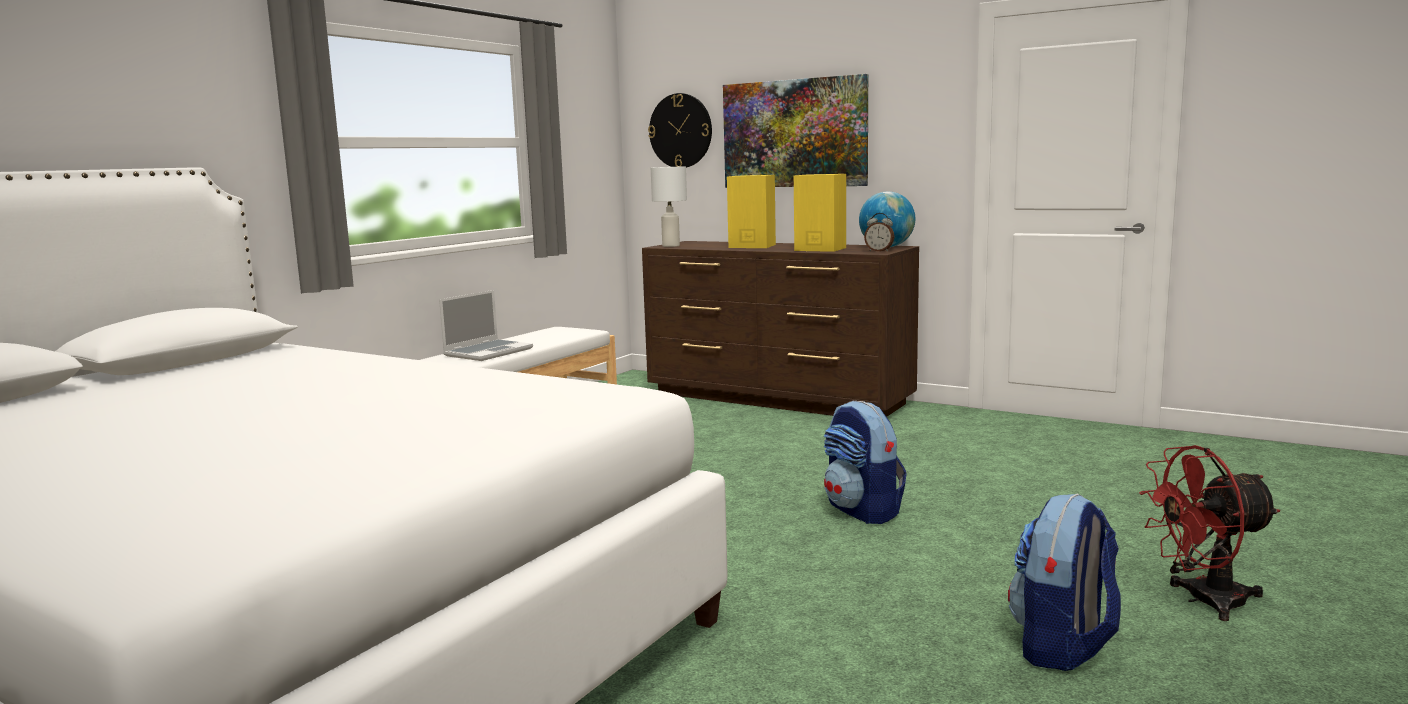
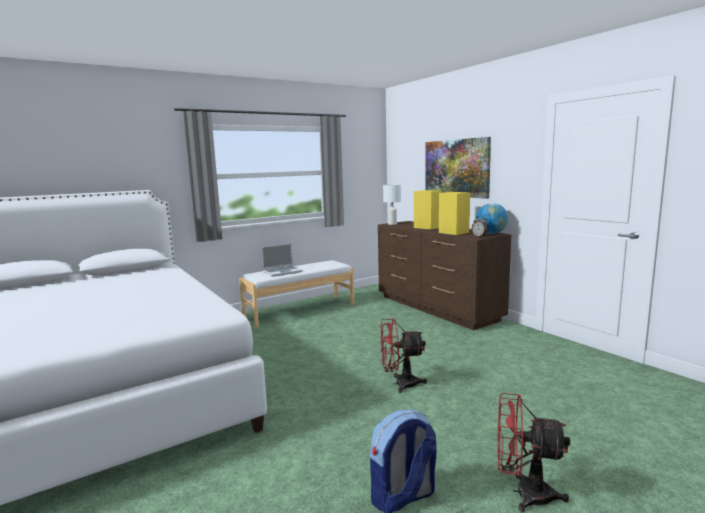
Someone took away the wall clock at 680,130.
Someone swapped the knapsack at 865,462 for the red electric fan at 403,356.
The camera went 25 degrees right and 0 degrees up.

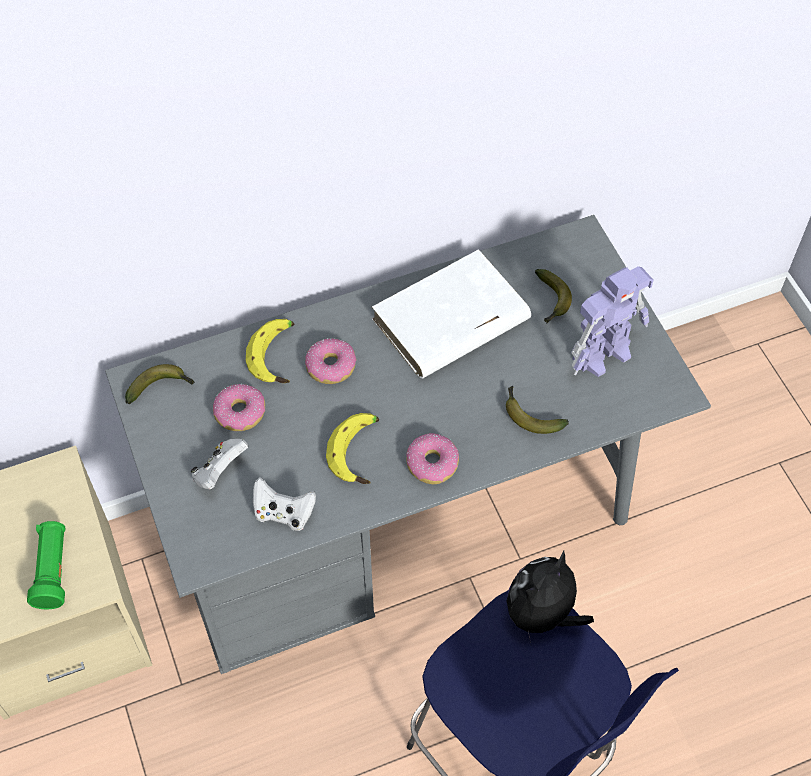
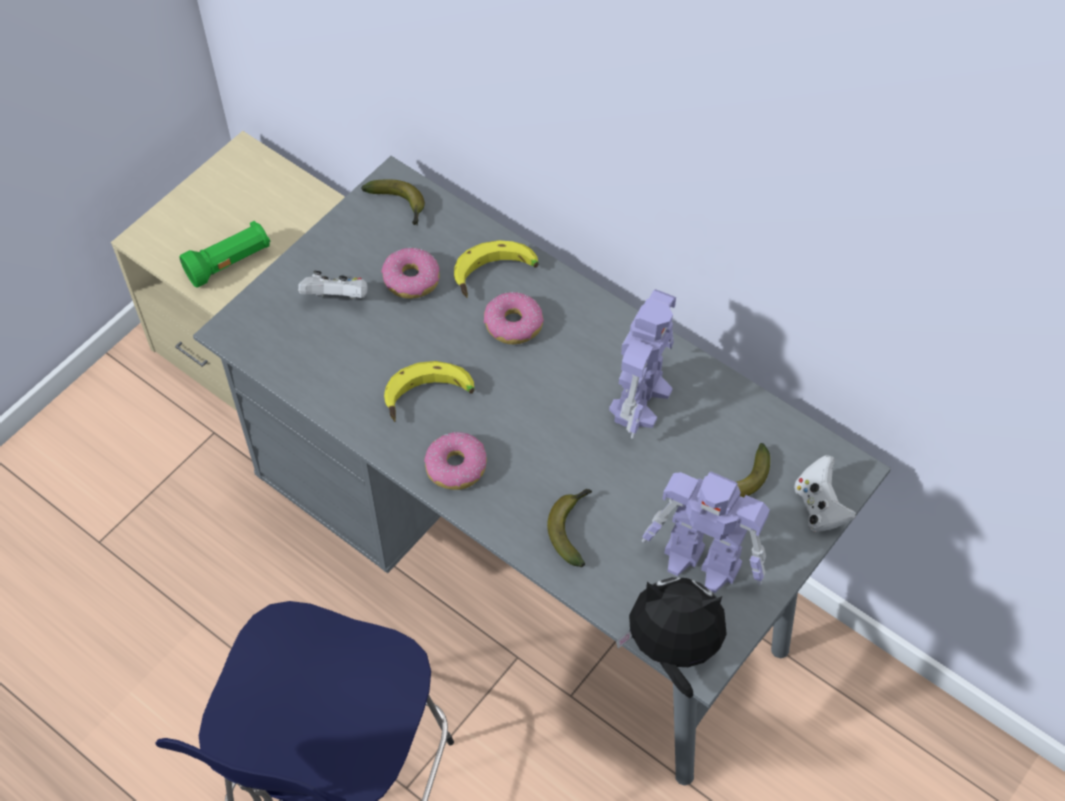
Someone carried the white-coloured joypad from 284,504 to 825,493.
Someone carried the plush toy from 550,596 to 671,637.
Someone swapped the white-coloured bound book at 451,314 for the model robot at 642,364.
The camera went 60 degrees right and 0 degrees up.

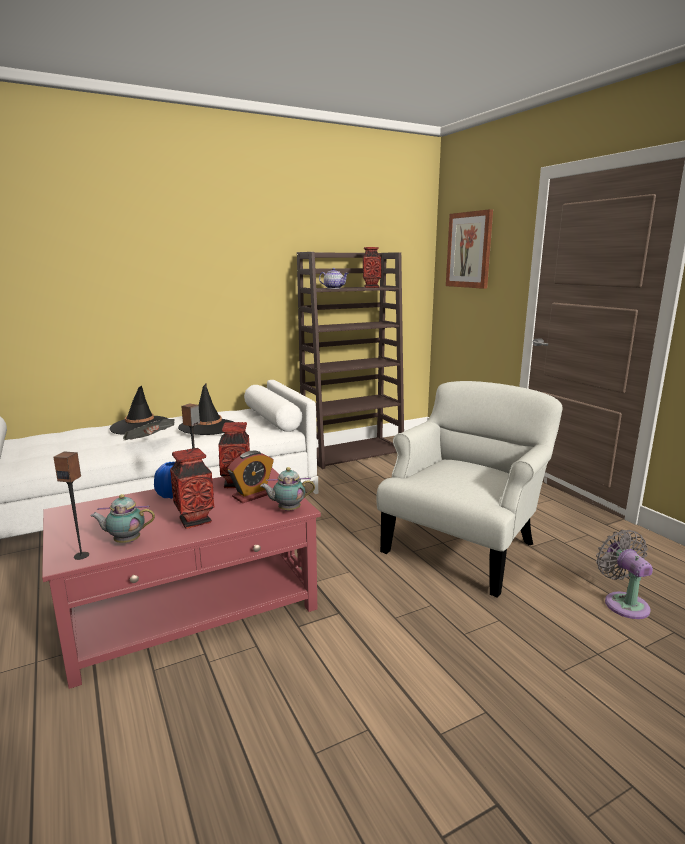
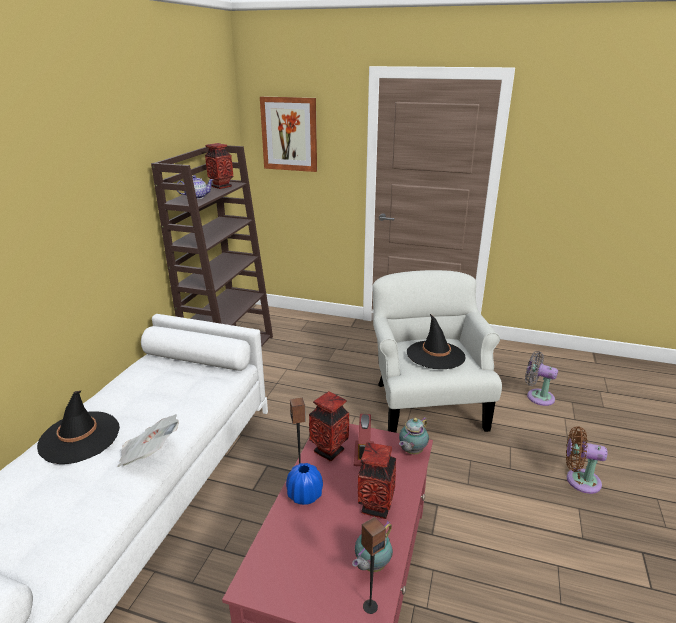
Someone put down the brownish electric fan at 587,460.
Someone carried the blackish wearable hat from 205,409 to 436,341.
The camera went 45 degrees left and 10 degrees up.

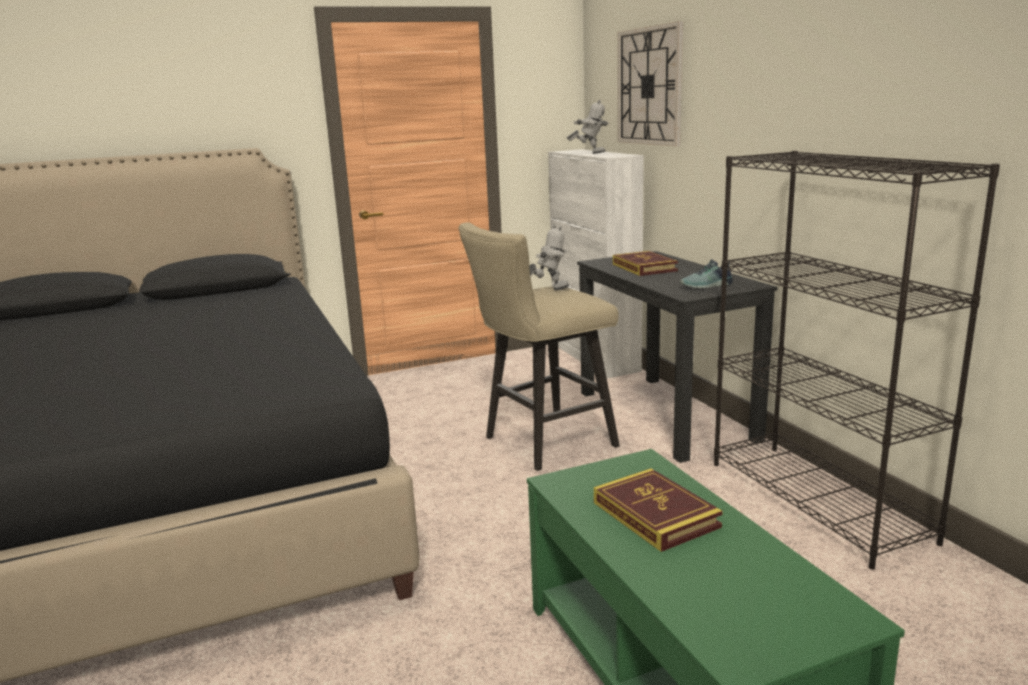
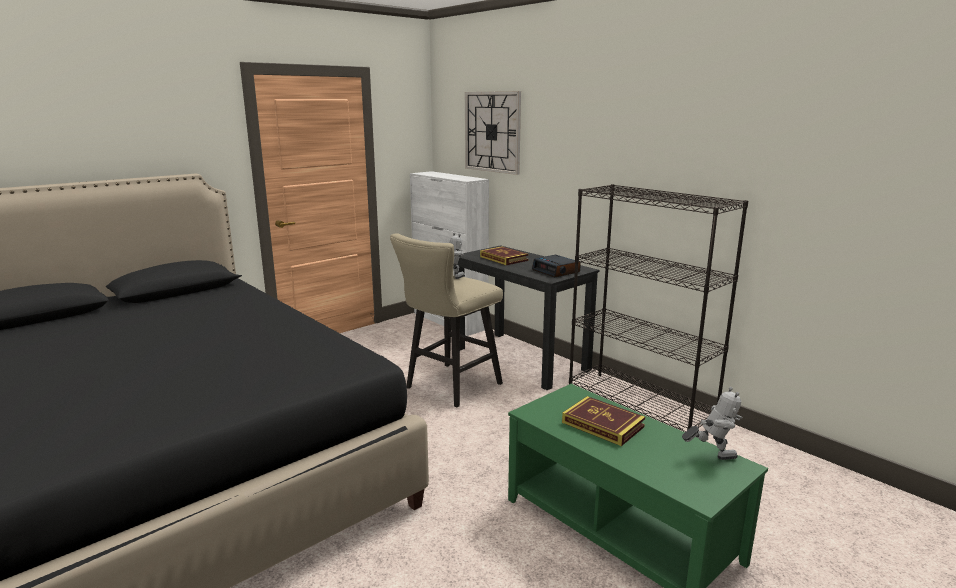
Someone carried the model robot from 588,127 to 712,423.
Someone swapped the shoe at 706,274 for the alarm clock at 556,266.
The camera went 20 degrees left and 0 degrees up.

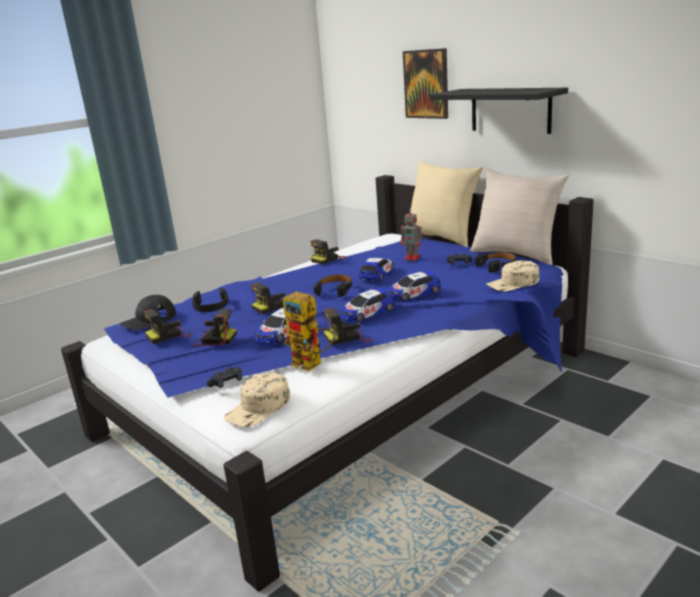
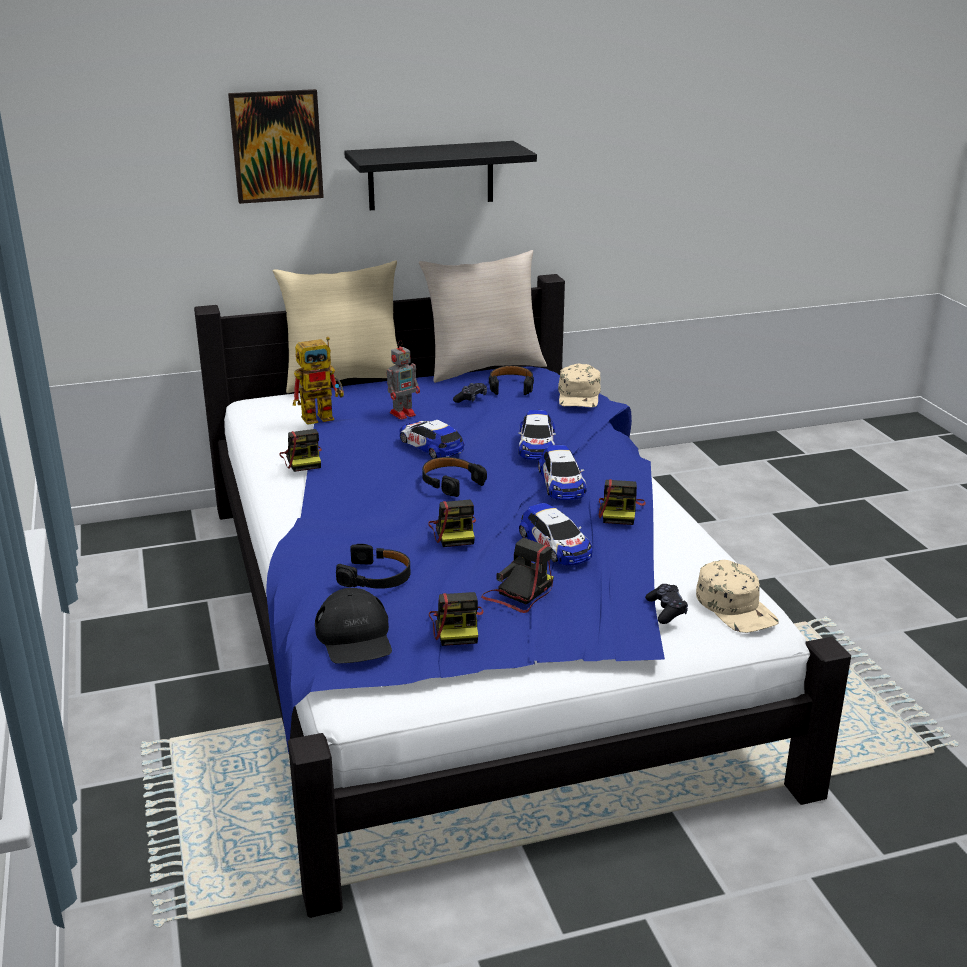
Someone carried the model robot from 309,331 to 318,381.
The camera went 65 degrees left and 5 degrees up.

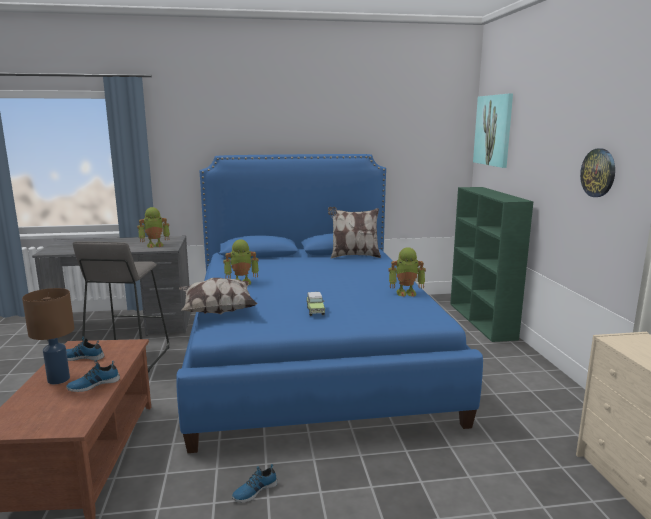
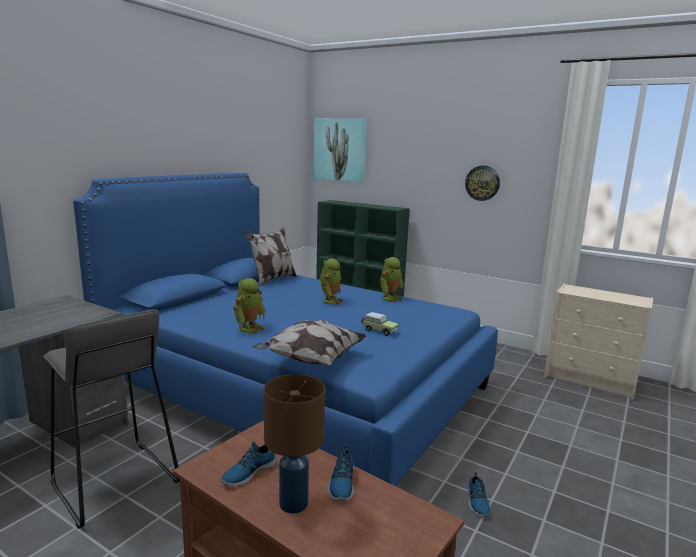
Someone carried the model robot from 153,227 to 331,281.
The camera went 50 degrees left and 0 degrees up.

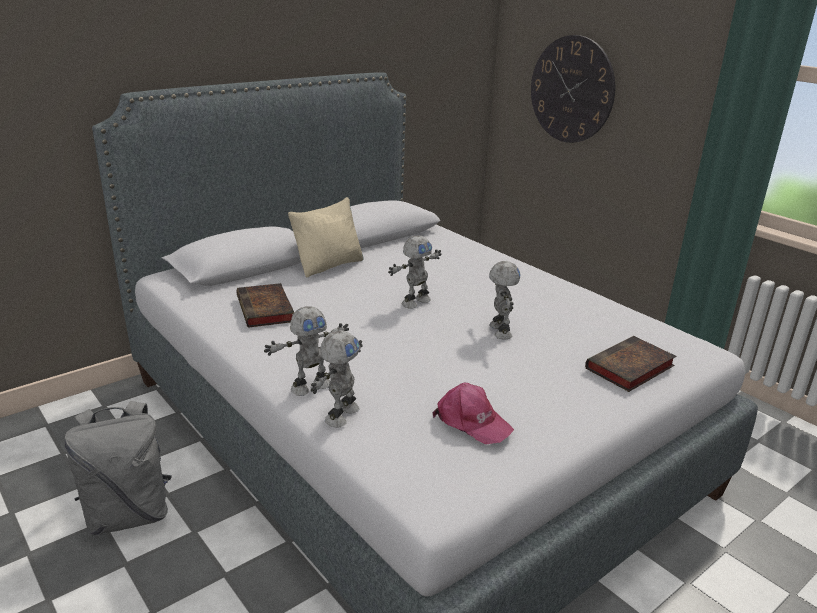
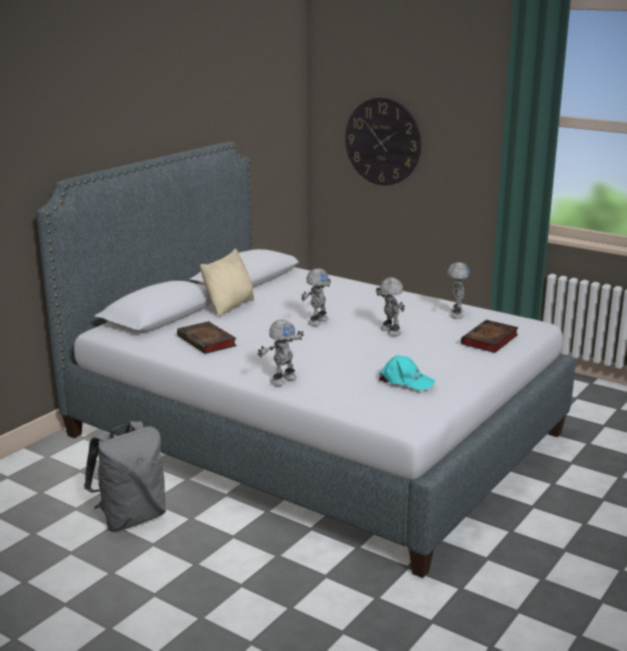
Someone carried the model robot from 337,379 to 459,290.
Someone repainted the pink cap at 473,413, which became the turquoise-coloured cap at 407,373.
The camera went 15 degrees left and 5 degrees down.

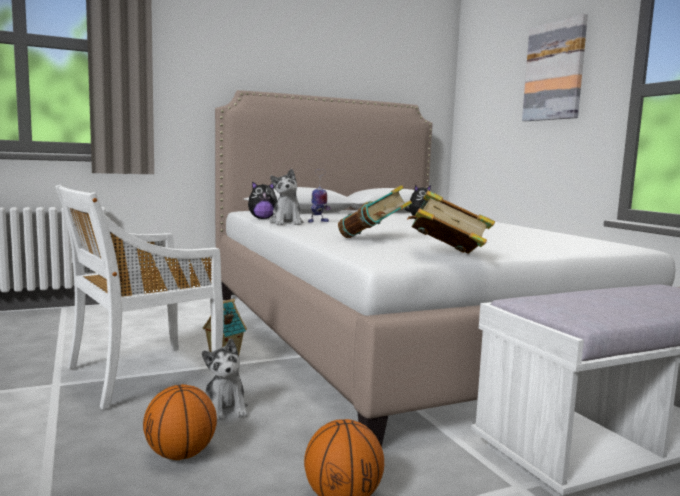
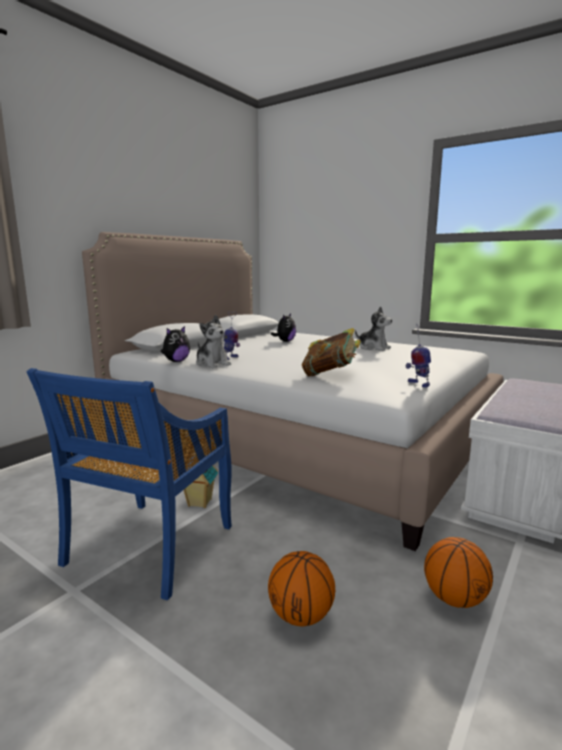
Someone took away the wall art at 555,67.
Someone carried the plush toy from 225,379 to 373,329.
Someone swapped the bound book at 451,222 for the model robot at 418,356.
Someone repainted the white-coloured chair at 139,297, which became the blue-coloured chair at 129,484.
The camera went 30 degrees left and 5 degrees up.

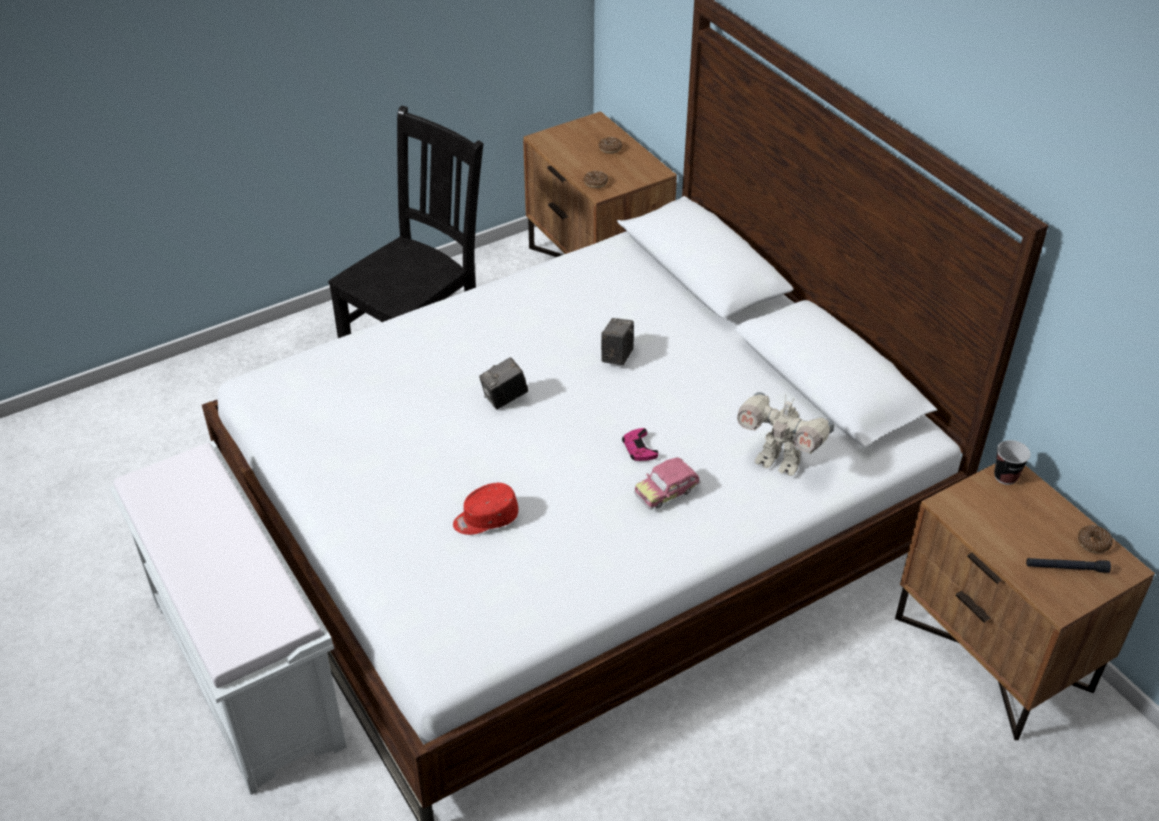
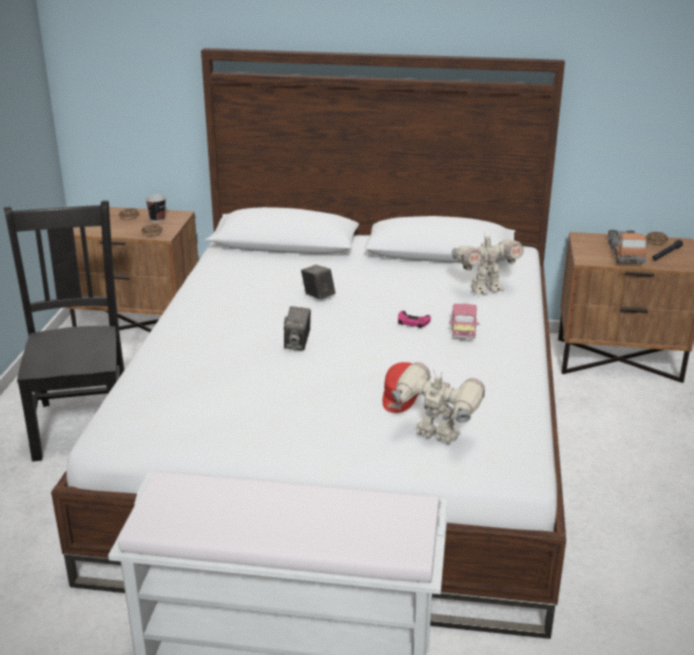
Someone put down the model robot at 438,403.
Someone put down the toy truck at 628,246.
Someone carried the drinking cup from 1012,462 to 155,208.
The camera went 50 degrees left and 15 degrees down.

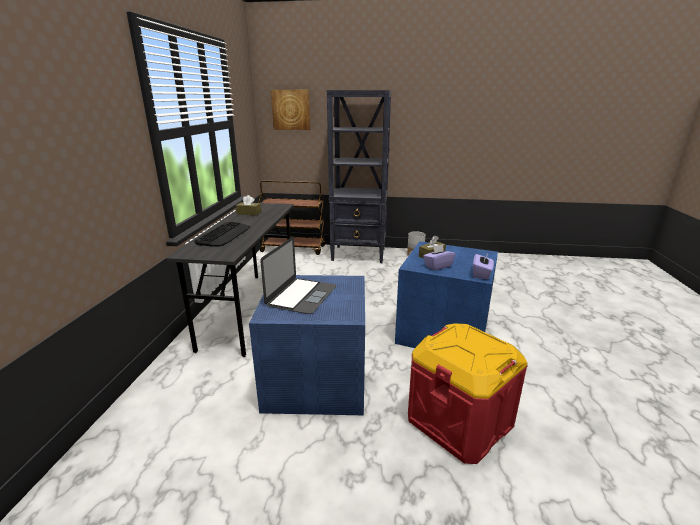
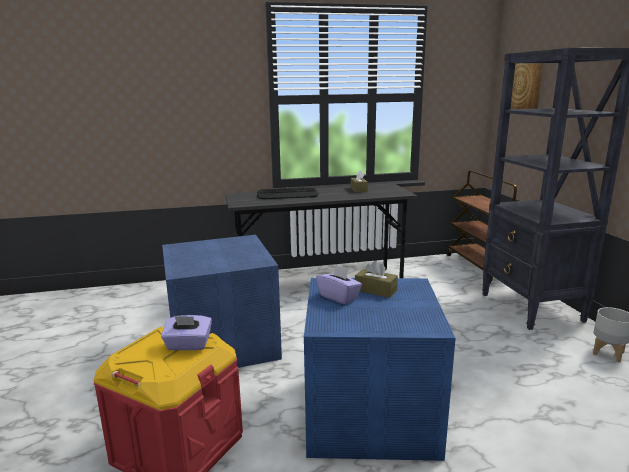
Someone took away the portable computer at 298,275.
Someone carried the purple-coloured tissue holder from 483,266 to 186,332.
The camera went 70 degrees right and 5 degrees down.

